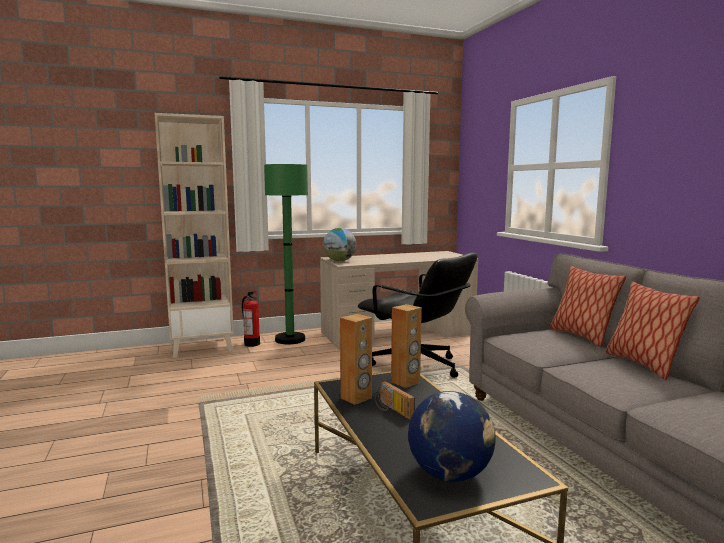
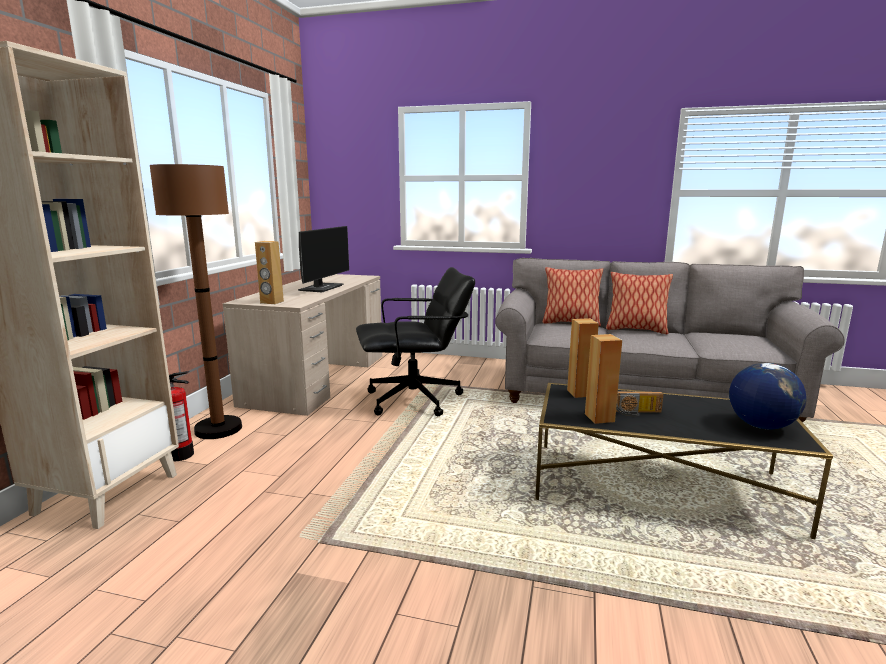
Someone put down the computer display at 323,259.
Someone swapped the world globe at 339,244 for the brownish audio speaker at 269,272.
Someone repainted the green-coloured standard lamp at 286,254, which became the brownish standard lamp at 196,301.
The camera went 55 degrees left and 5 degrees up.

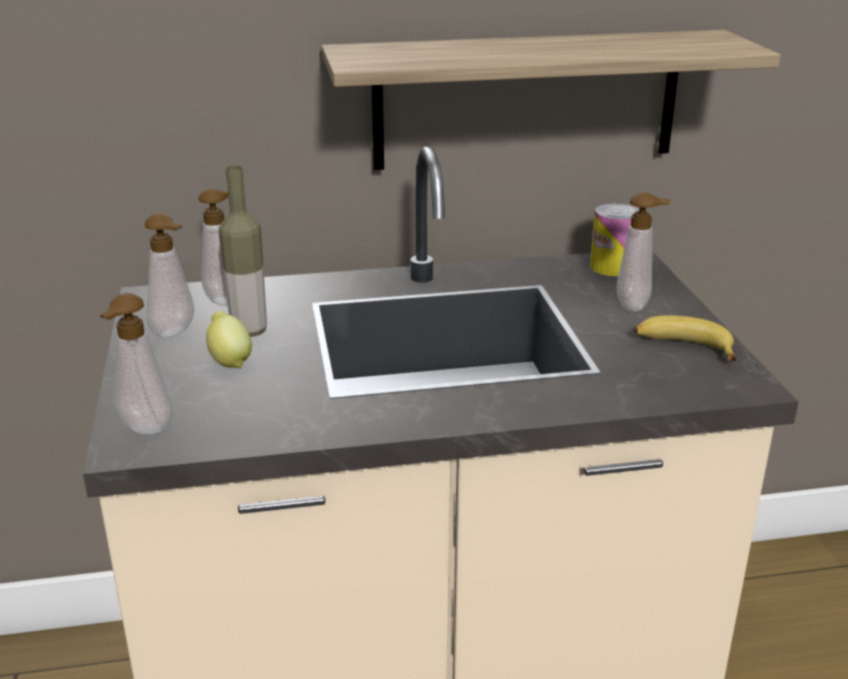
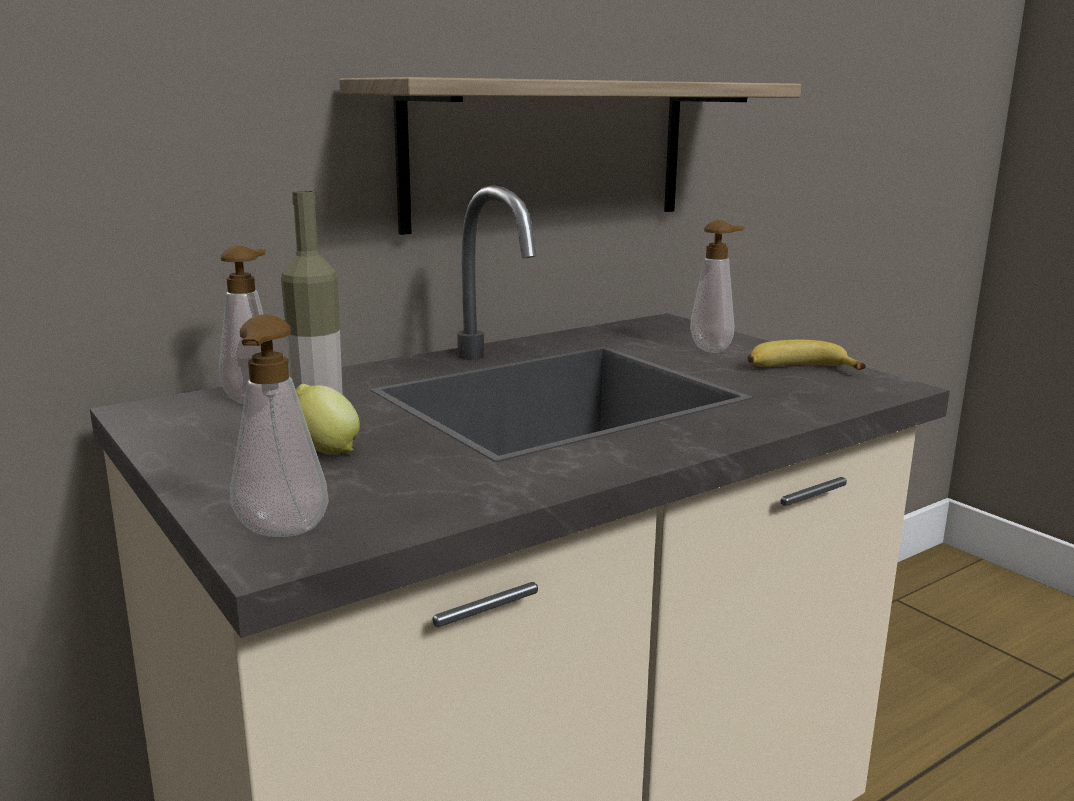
Someone took away the liquid soap bottle at 169,275.
Someone took away the can at 614,239.
The camera went 25 degrees left and 10 degrees down.

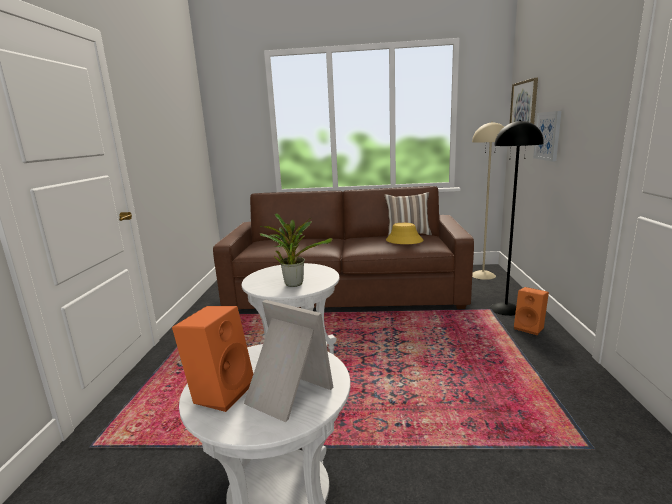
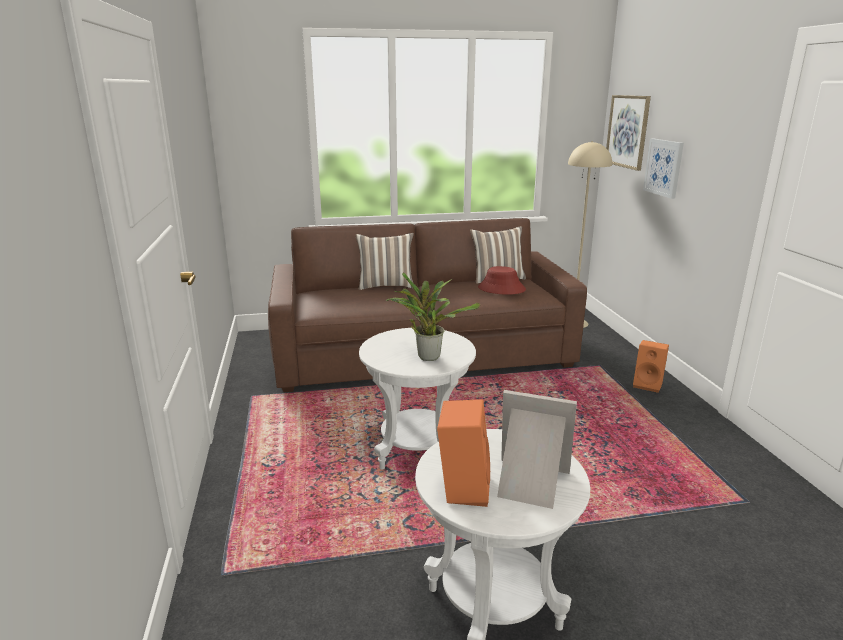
Someone took away the blackish standard lamp at 517,218.
Someone put down the throw pillow at 385,261.
Someone repainted the yellow wearable hat at 404,233, which became the red wearable hat at 502,280.
The camera went 15 degrees left and 5 degrees up.

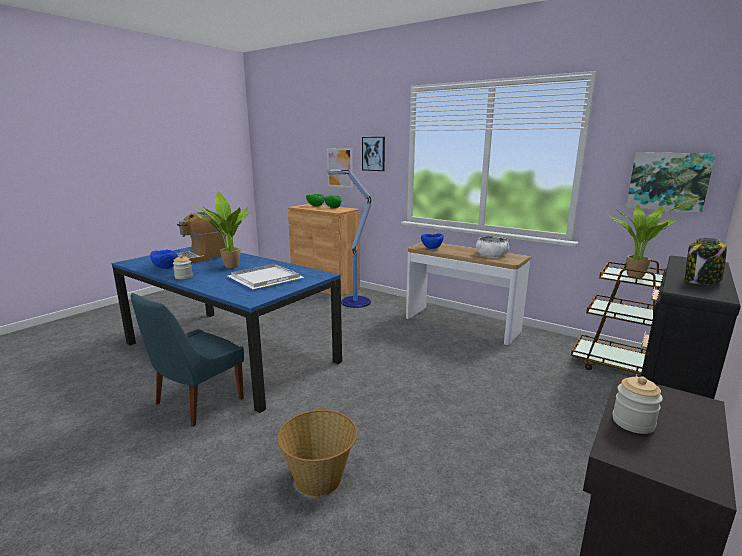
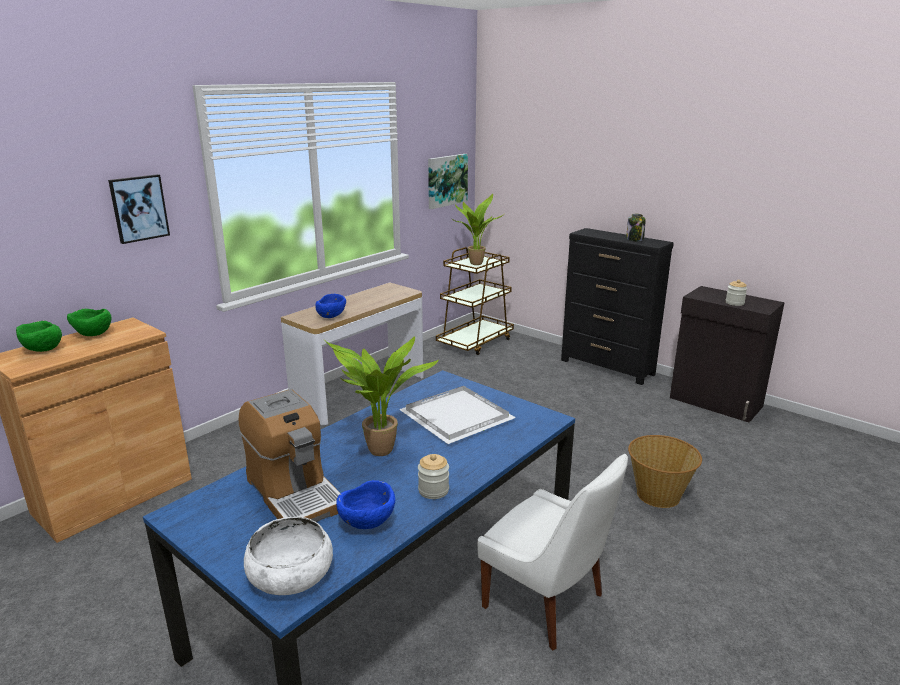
Someone took away the wall art at 340,168.
Someone took away the standard lamp at 349,238.
Someone carried the white-coloured deep dish from 492,246 to 288,556.
Someone repainted the blue-coloured chair at 187,360, which became the white-coloured chair at 552,552.
The camera went 85 degrees left and 5 degrees up.

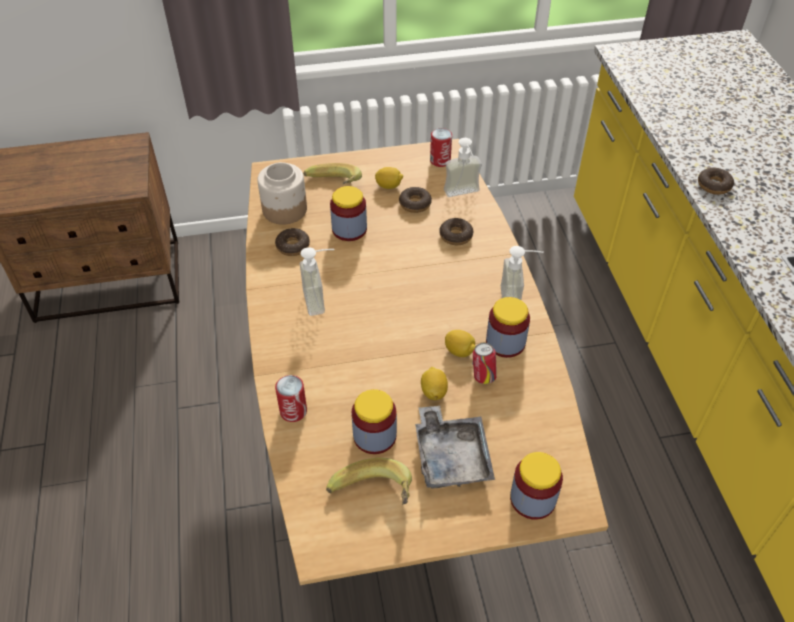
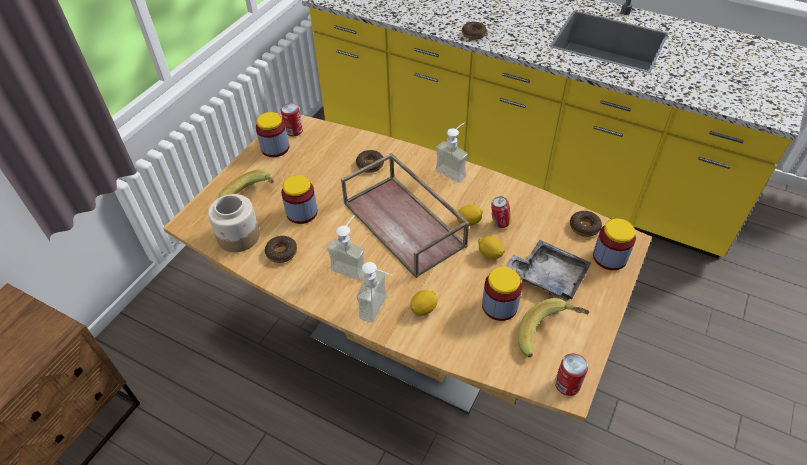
Someone put down the brownish carrying tray at 405,215.
Someone carried the can from 291,398 to 571,374.
Someone carried the lemon from 389,178 to 423,303.
Someone carried the donut from 415,200 to 586,224.
Someone carried the liquid soap bottle from 463,167 to 375,292.
Someone carried the jar from 508,327 to 272,134.
The camera went 50 degrees left and 0 degrees up.

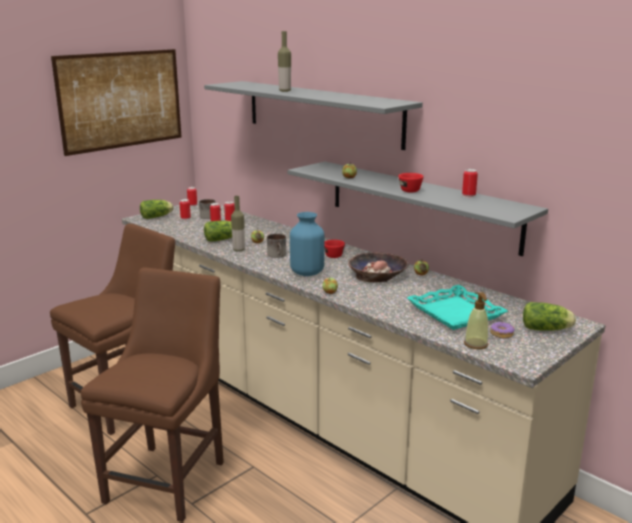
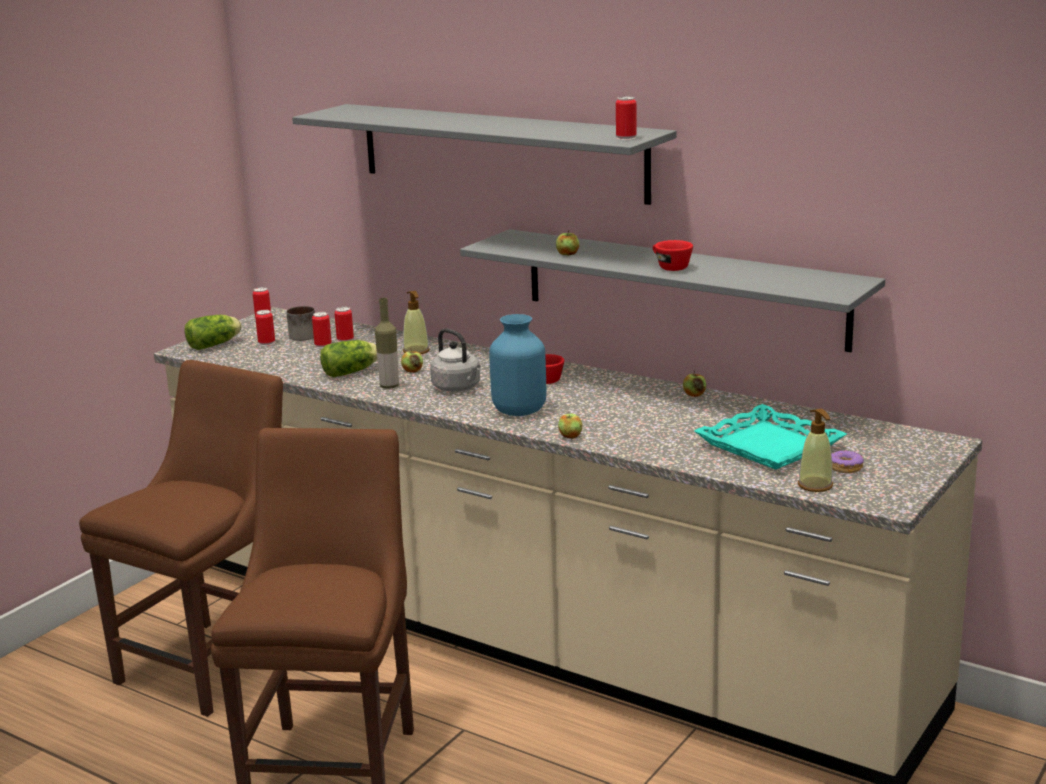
Someone took away the wall art at 116,102.
Someone took away the drink bottle at 284,61.
Someone took away the deep dish at 378,267.
Someone took away the lettuce at 549,316.
Someone put down the liquid soap bottle at 416,322.
Someone carried the can from 470,183 to 626,118.
Someone swapped the coffee mug at 276,246 for the grey kettle at 455,360.
The camera went 10 degrees left and 0 degrees up.

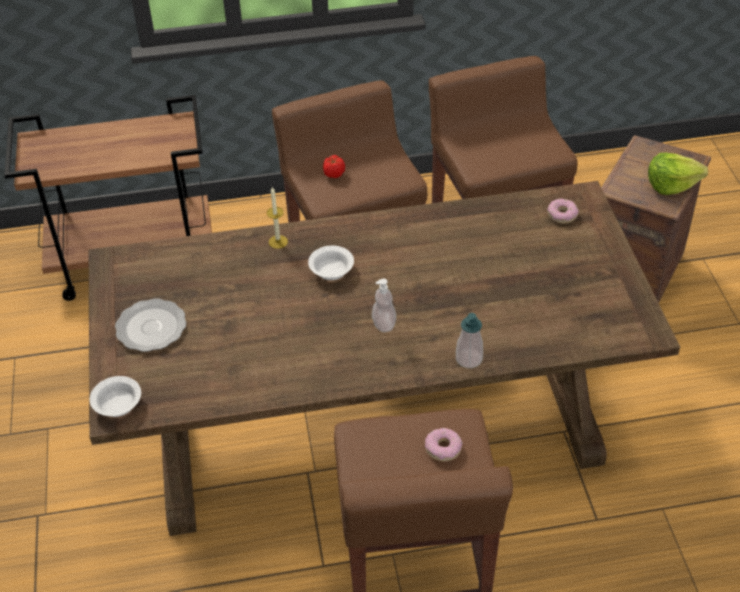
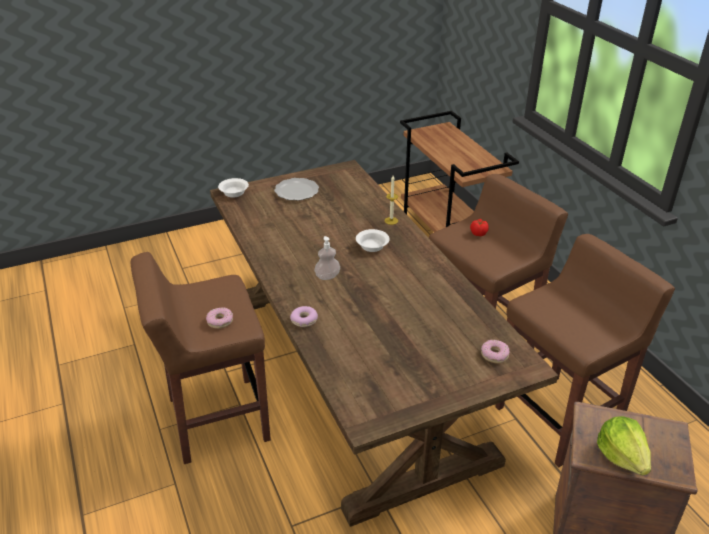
Someone swapped the liquid soap bottle at 469,340 for the donut at 304,316.
The camera went 75 degrees right and 10 degrees down.

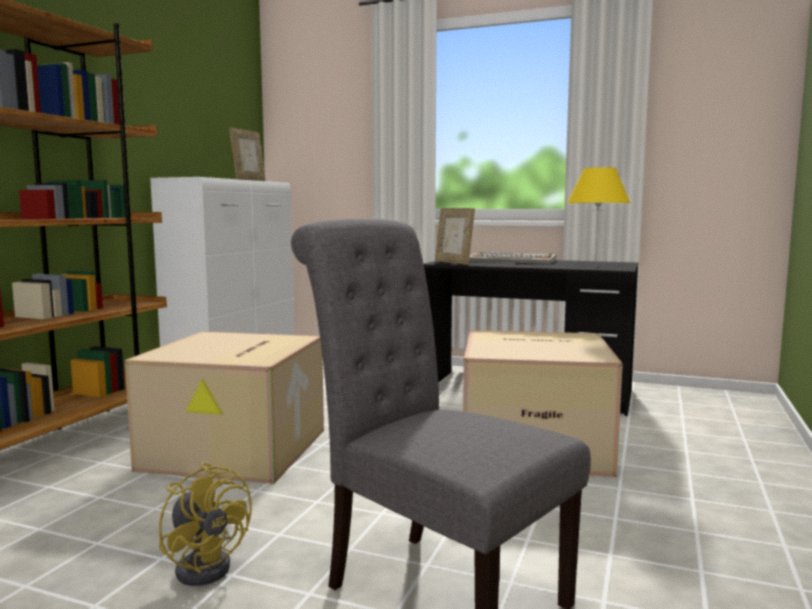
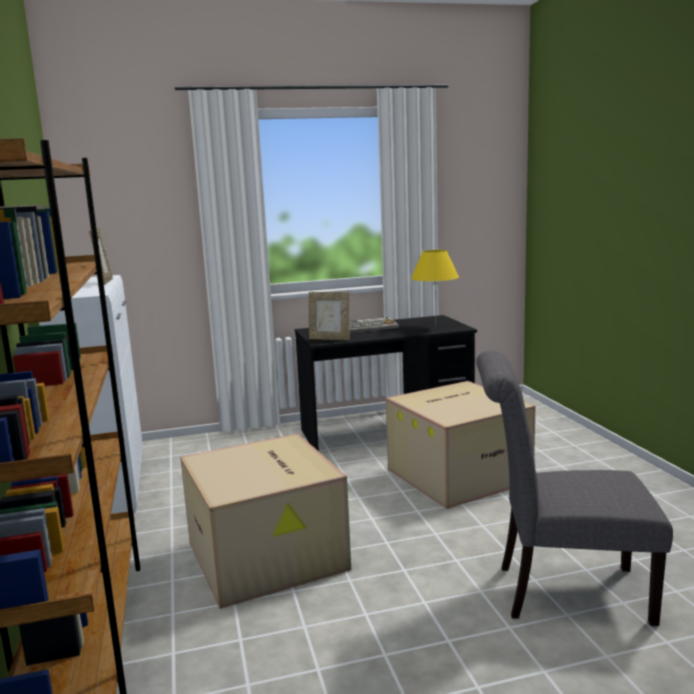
Someone took away the yellow electric fan at 205,524.
The camera went 35 degrees left and 5 degrees up.

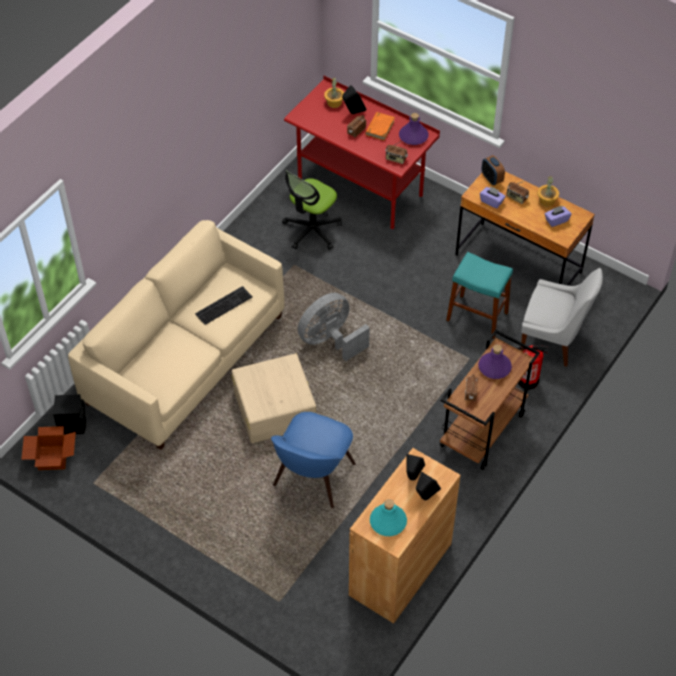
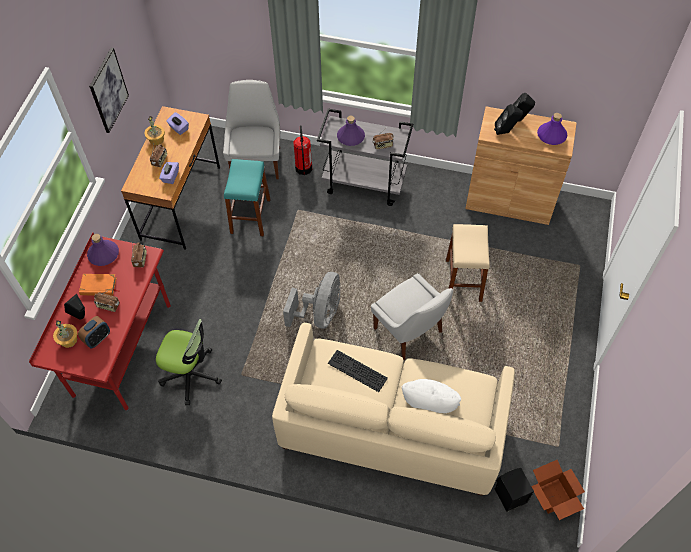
Someone put up the wall art at 109,90.
Someone put down the white-coloured throw pillow at 431,396.
Someone carried the alarm clock from 493,170 to 94,332.
Someone swapped the sand-coloured storage box at 274,398 for the white-coloured chair at 412,316.
Someone swapped the blue-coloured chair at 313,460 for the sand-coloured stool seat at 468,263.
Someone repainted the turquoise-coloured drink bottle at 388,517, which became the purple-coloured drink bottle at 552,129.
Someone repainted the brownish trolley at 490,400, which became the grey trolley at 365,157.
Someone rotated the grey electric fan at 334,327 by 105 degrees counterclockwise.
The camera went 110 degrees left and 5 degrees up.

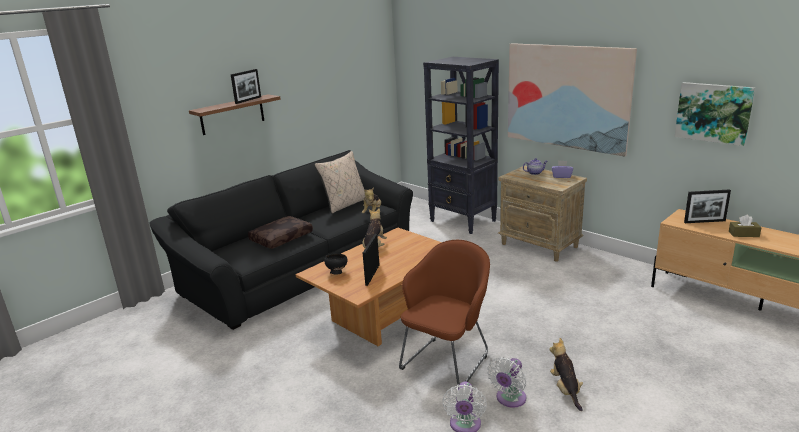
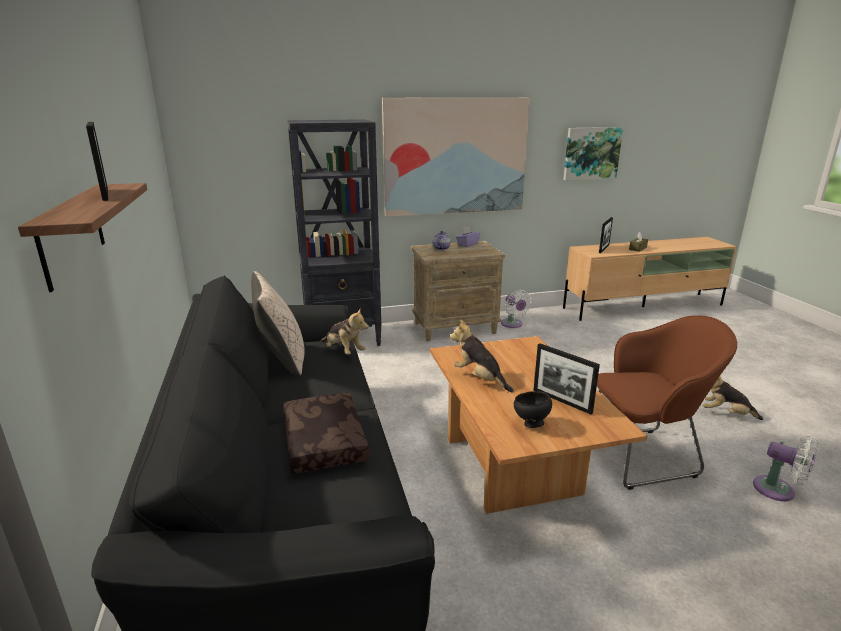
Someone carried the white-coloured electric fan from 506,382 to 516,309.
Someone rotated the brownish easy chair at 444,312 by 105 degrees clockwise.
The camera went 60 degrees left and 0 degrees up.

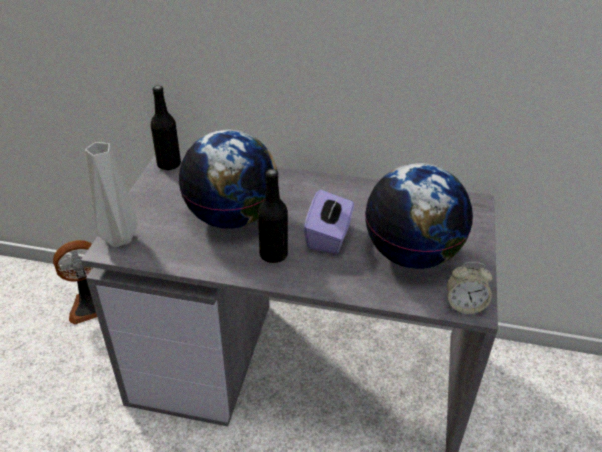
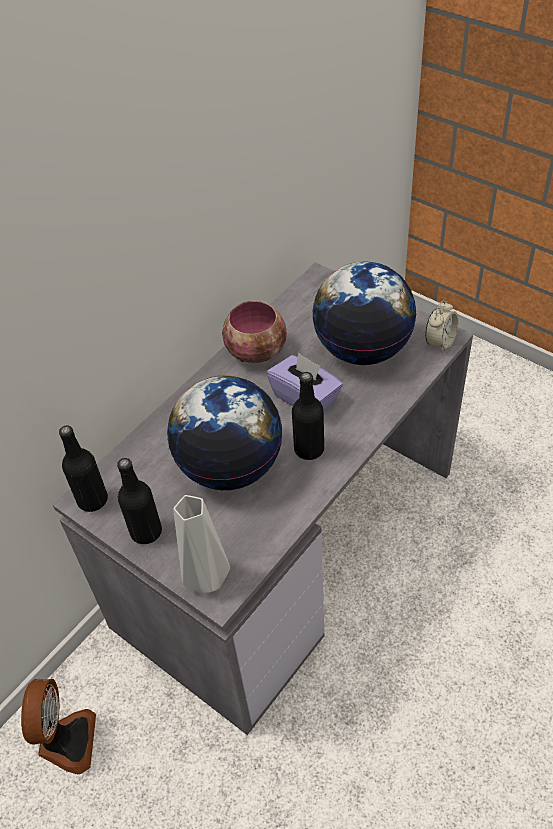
Someone put down the blackish drink bottle at 139,501.
Someone put down the deep dish at 254,332.
The camera went 60 degrees left and 10 degrees up.

